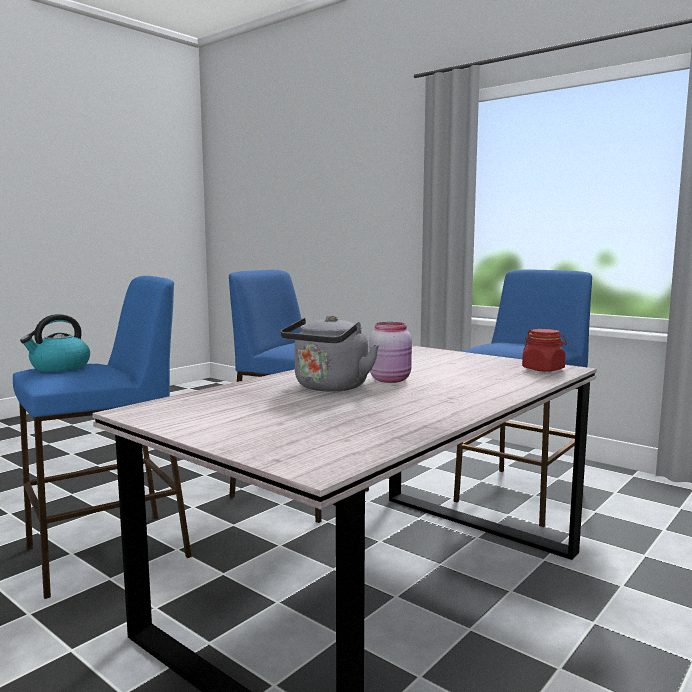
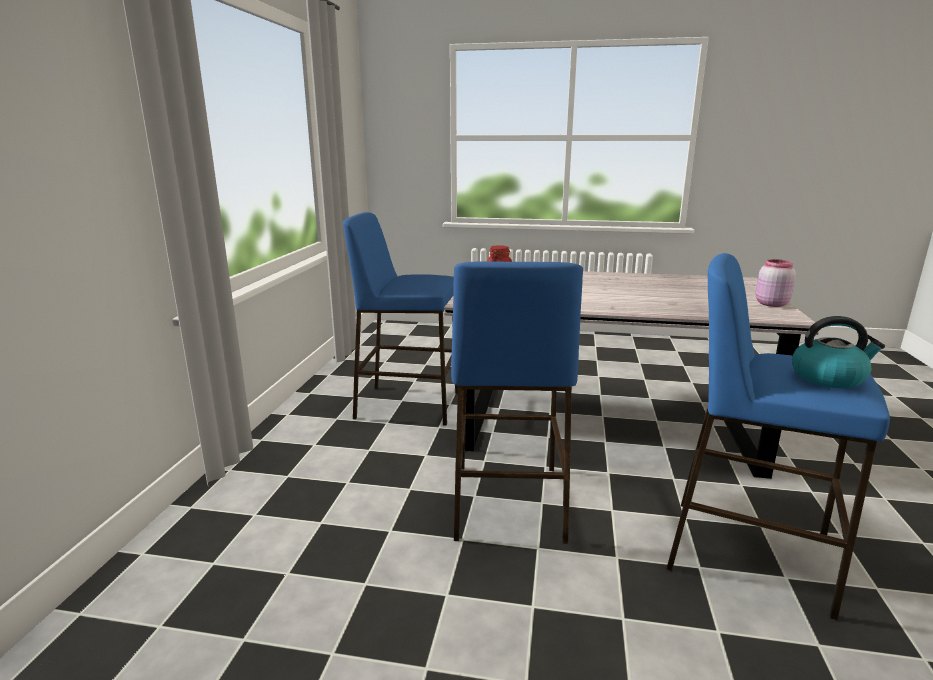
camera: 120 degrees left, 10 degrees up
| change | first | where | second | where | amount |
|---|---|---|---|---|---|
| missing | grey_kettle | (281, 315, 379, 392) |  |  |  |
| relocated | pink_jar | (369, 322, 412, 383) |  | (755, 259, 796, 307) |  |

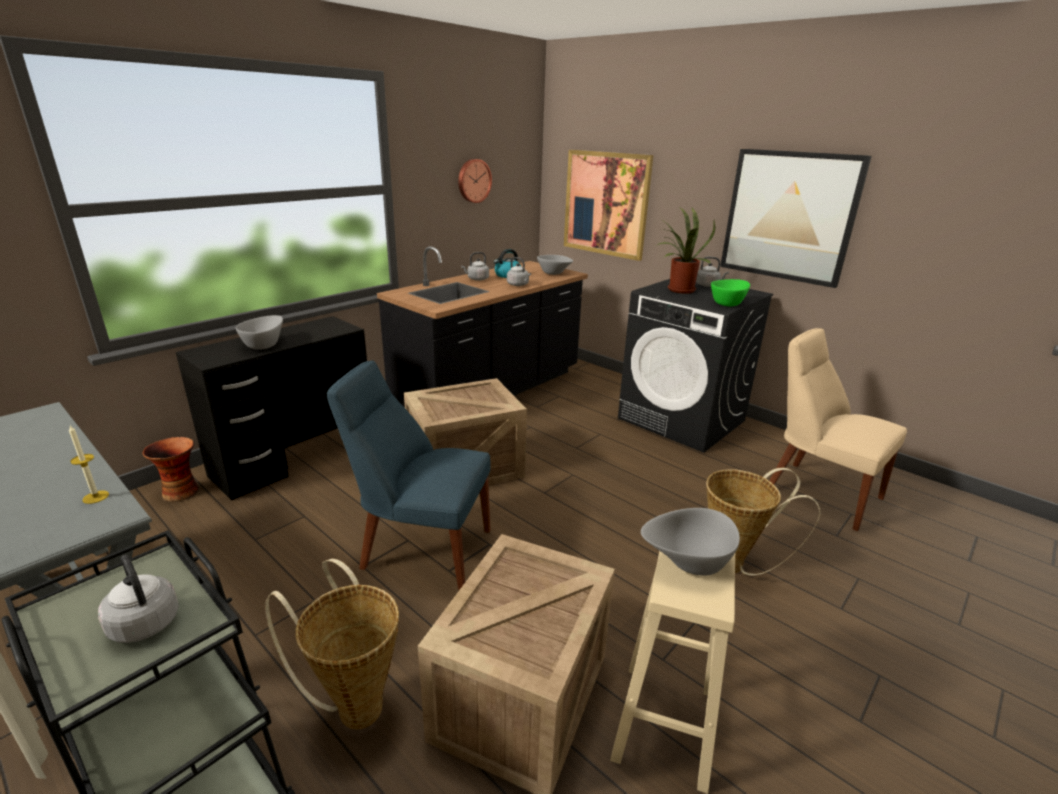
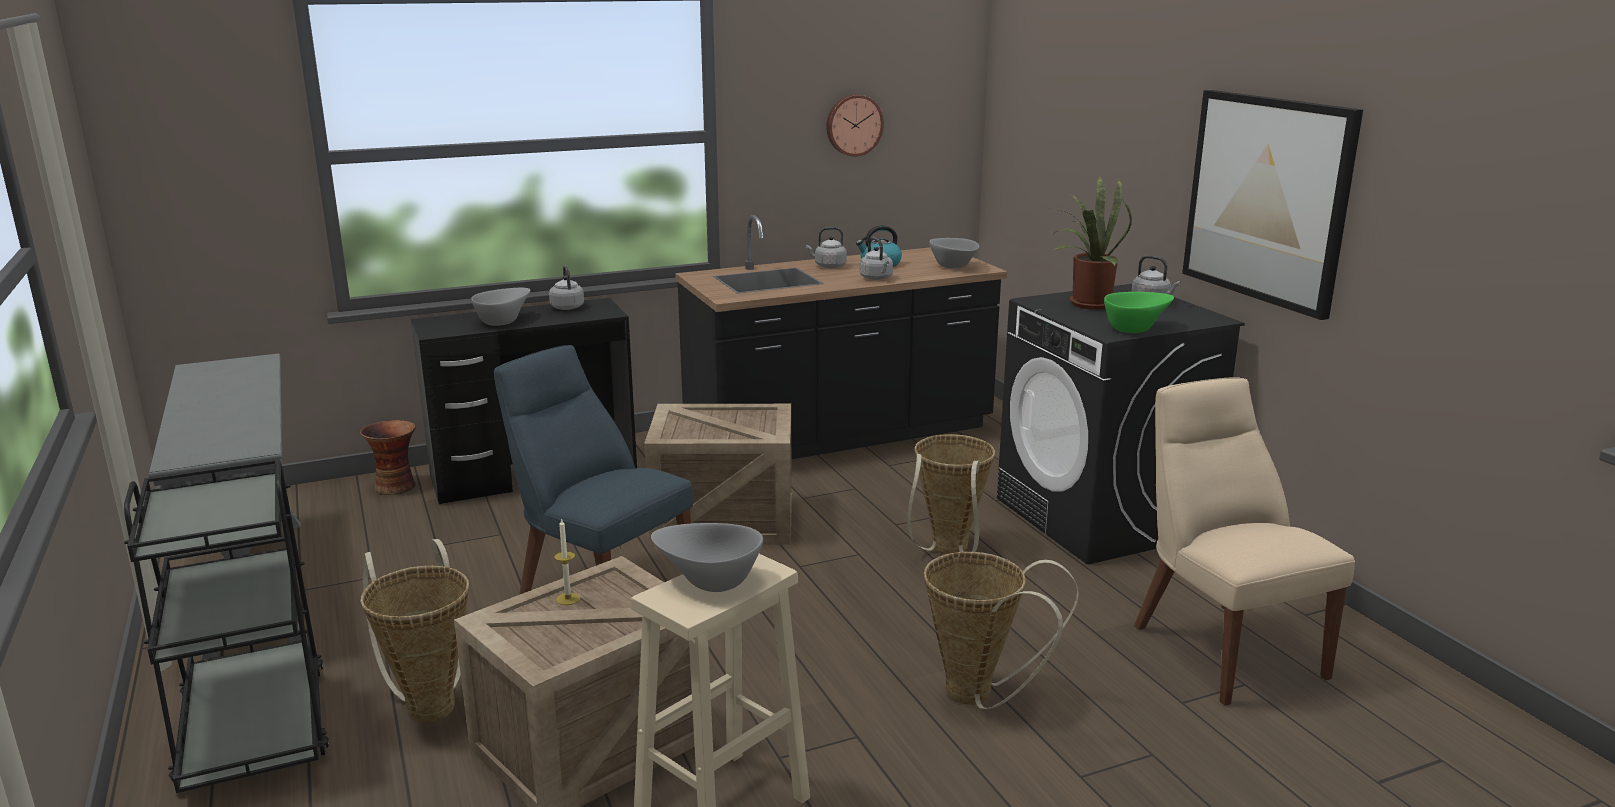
camera: 25 degrees right, 5 degrees down
| change | first | where | second | where | amount |
|---|---|---|---|---|---|
| missing | picture | (564, 150, 653, 261) |  |  |  |
| appeared |  |  | basket | (908, 434, 995, 554) |  |
| relocated | candle | (69, 425, 109, 504) |  | (554, 518, 580, 605) |  |
| relocated | grey_kettle | (98, 555, 179, 643) |  | (549, 266, 584, 310) |  |

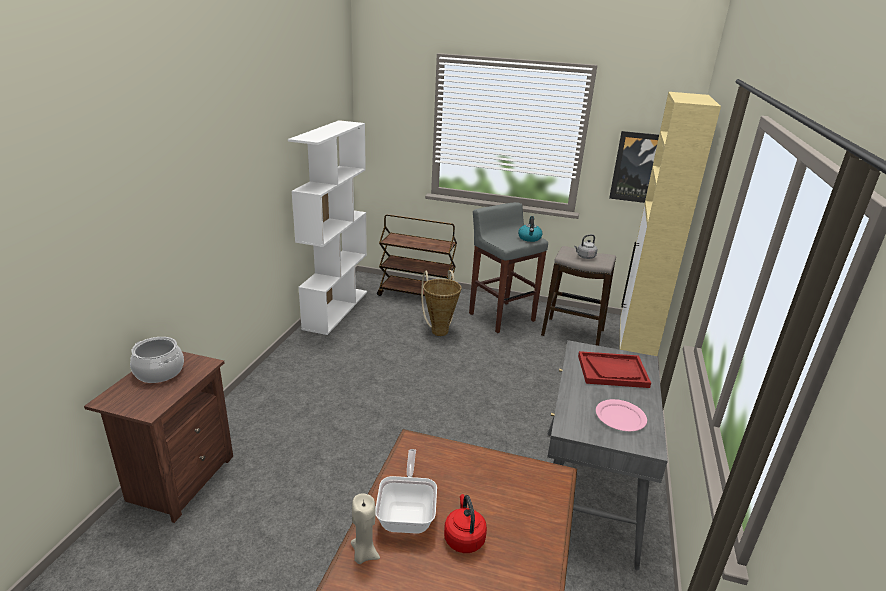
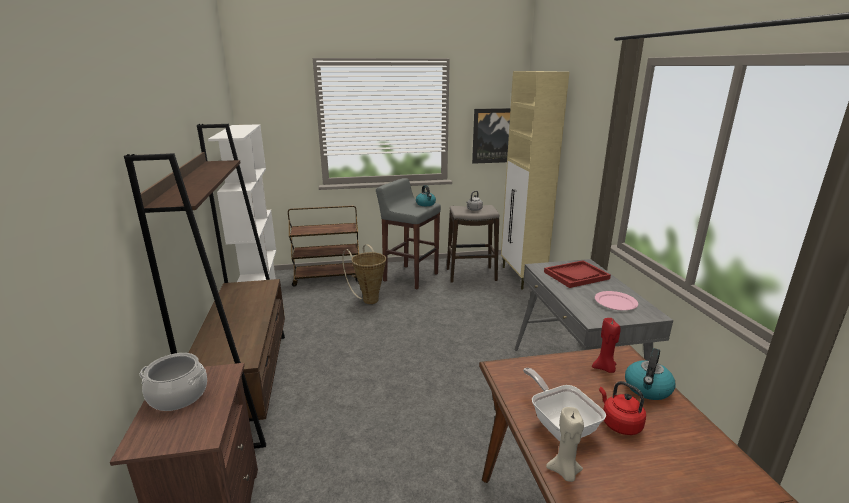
camera: 25 degrees left, 5 degrees down
| change | first | where | second | where | amount |
|---|---|---|---|---|---|
| appeared |  |  | brown_bookcase | (124, 124, 285, 449) |  |
| appeared |  |  | red_candle | (592, 318, 621, 373) |  |
| appeared |  |  | kettle | (625, 348, 676, 400) |  |

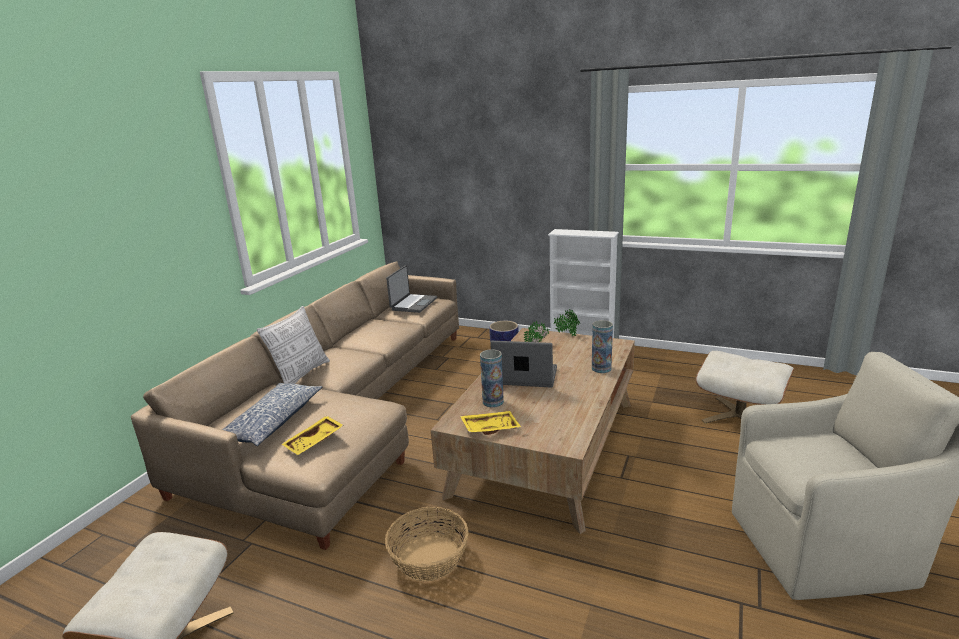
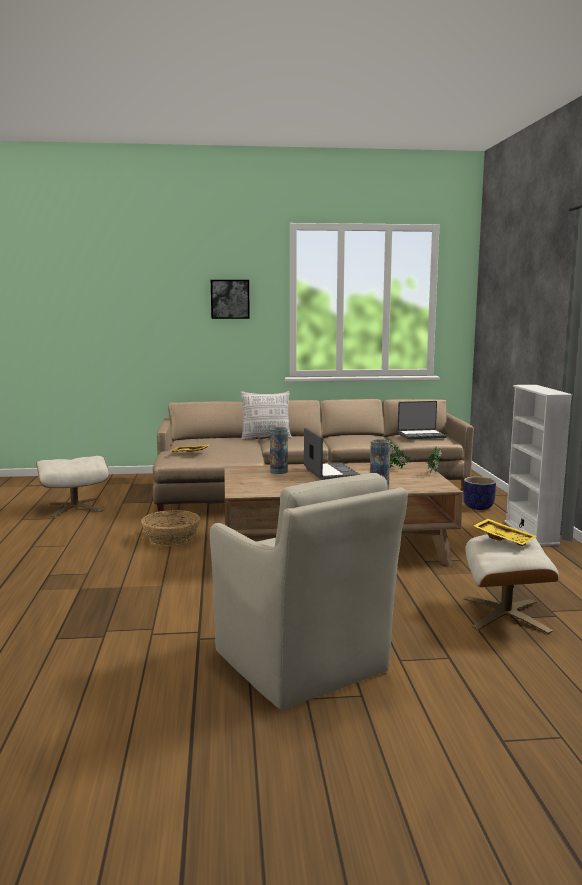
camera: 60 degrees right, 10 degrees down
| change | first | where | second | where | amount |
|---|---|---|---|---|---|
| missing | pillow | (222, 383, 322, 446) |  |  |  |
| appeared |  |  | picture | (211, 280, 250, 319) |  |
| relocated | yellow_tray | (460, 411, 521, 435) |  | (474, 519, 536, 546) |  |

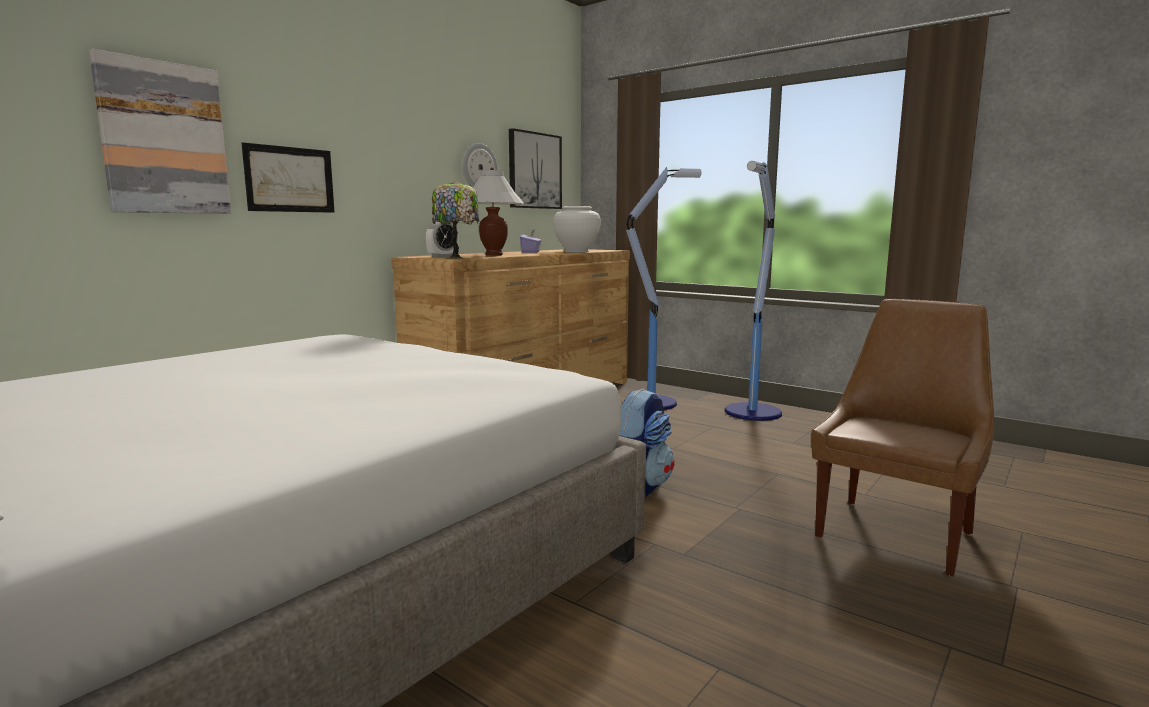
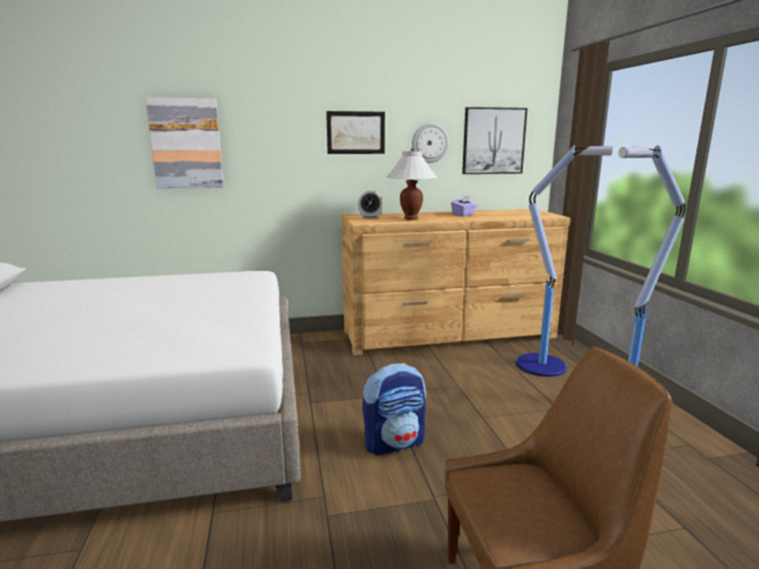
camera: 40 degrees right, 5 degrees up
| change | first | where | second | where | amount |
|---|---|---|---|---|---|
| missing | table_lamp | (432, 182, 479, 259) |  |  |  |
| missing | white_vase | (553, 206, 601, 252) |  |  |  |
| relocated | picture | (242, 142, 334, 213) |  | (326, 111, 385, 154) |  |

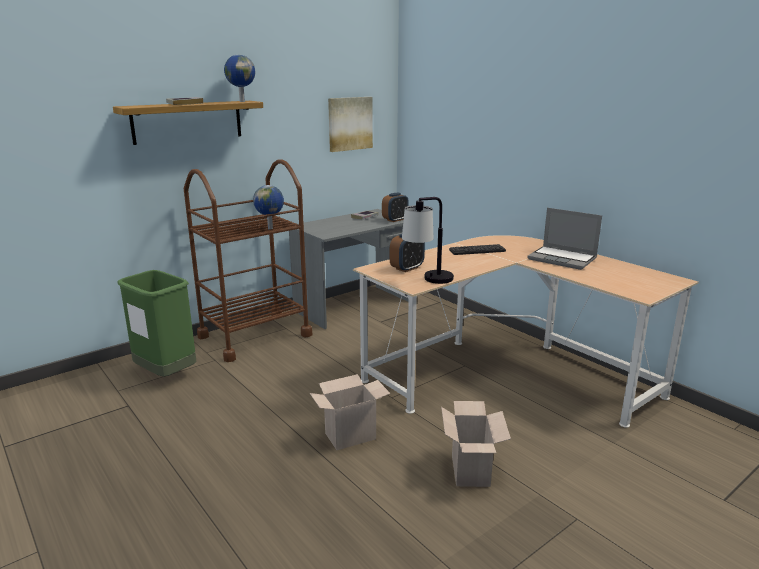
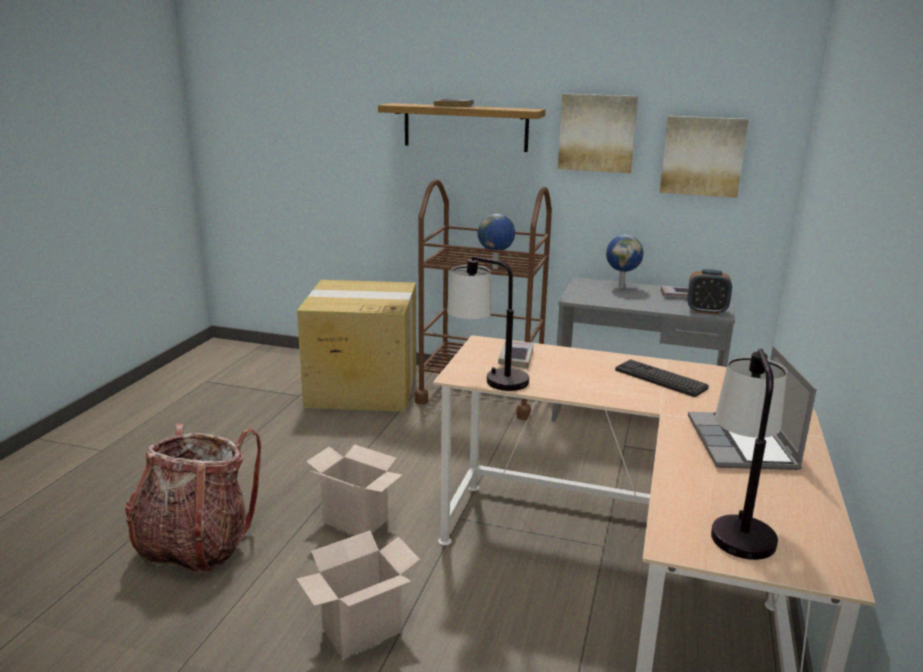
camera: 55 degrees right, 0 degrees up
| change | first | where | second | where | amount |
|---|---|---|---|---|---|
| appeared |  |  | backpack | (125, 423, 262, 574) |  |
| appeared |  |  | picture | (558, 94, 638, 173) |  |
| appeared |  |  | table_lamp | (711, 349, 787, 560) |  |
| relocated | globe | (224, 55, 255, 102) |  | (606, 235, 643, 288) |  |
| exchanged | green_trash_can | (117, 270, 196, 377) | cardboard_box | (297, 280, 416, 412) |  |
| exchanged | alarm_clock | (390, 234, 425, 272) | book | (498, 341, 534, 369) |  |

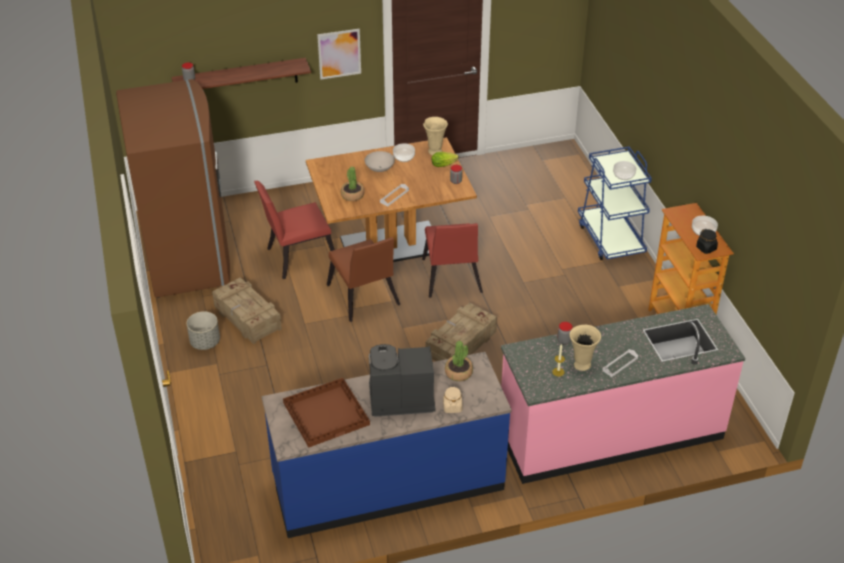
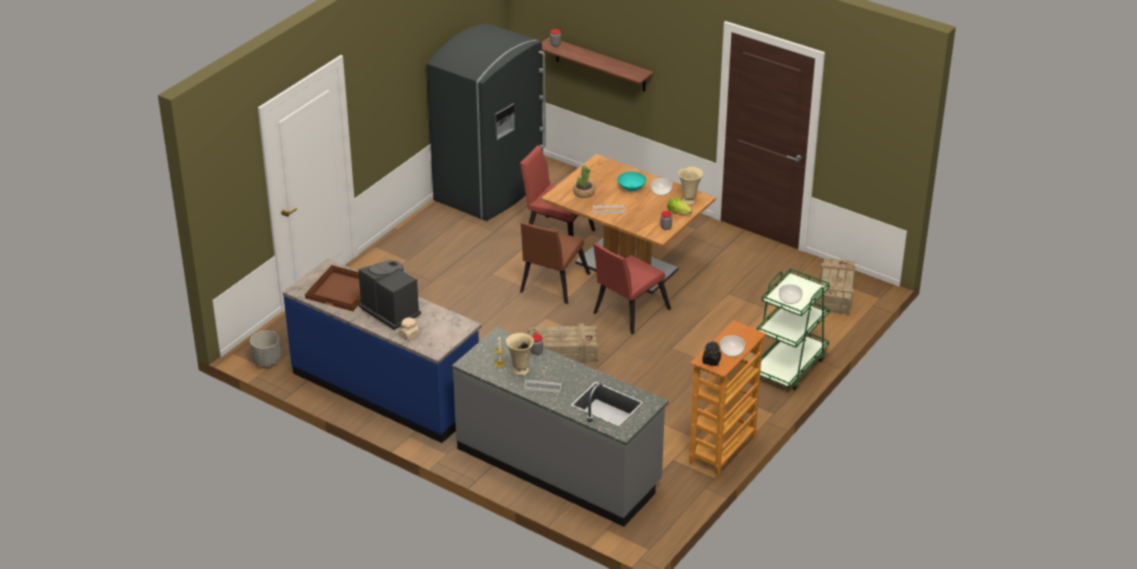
camera: 50 degrees right, 5 degrees down
| change | first | where | second | where | amount |
|---|---|---|---|---|---|
| missing | picture | (317, 29, 361, 80) |  |  |  |
| missing | potted_plant | (445, 341, 473, 381) |  |  |  |
| relocated | grey_planter | (187, 311, 220, 350) |  | (250, 330, 281, 366) |  |
| relocated | crate | (212, 277, 282, 344) |  | (817, 258, 856, 316) |  |
| colour | brown_fridge | (116, 79, 230, 298) | grey_fridge | (427, 23, 546, 221) |  |
| colour | white_bowl | (365, 151, 395, 172) | turquoise_bowl | (617, 172, 646, 191) |  |
| colour | pink_counter | (501, 304, 745, 484) | grey_counter | (452, 327, 669, 527) |  |
| colour | blue_cart | (578, 146, 652, 260) | green_cart | (754, 268, 830, 390) |  |

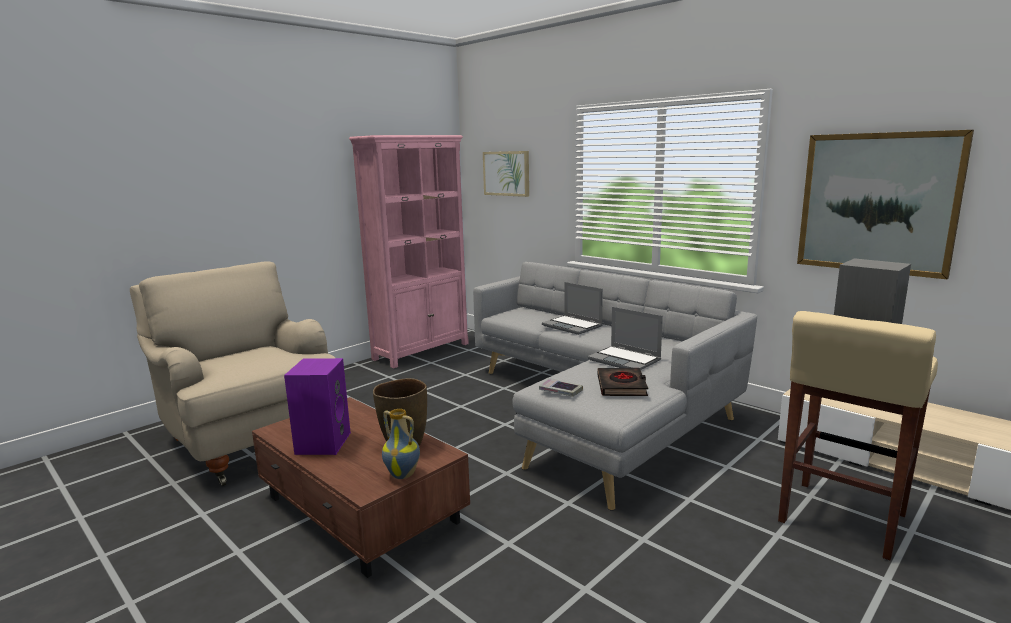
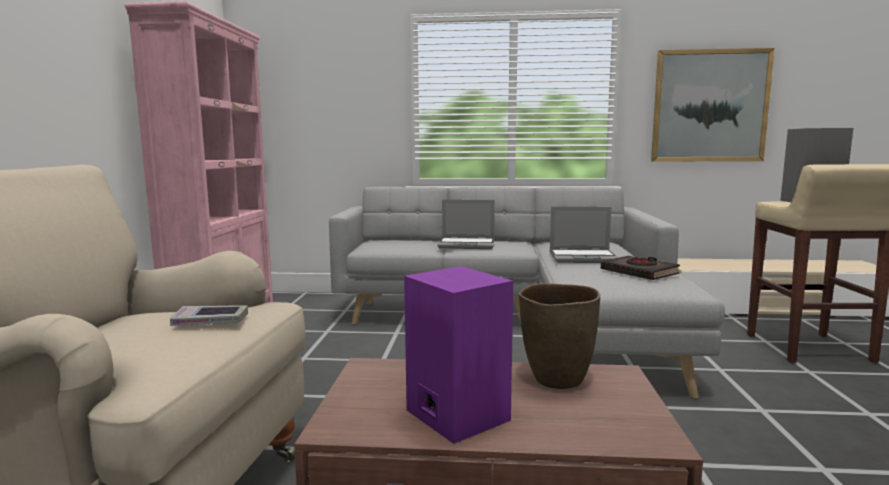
camera: 40 degrees left, 5 degrees down
| change | first | where | second | where | amount |
|---|---|---|---|---|---|
| missing | vase | (382, 409, 420, 479) |  |  |  |
| missing | picture | (483, 151, 529, 197) |  |  |  |
| relocated | book | (539, 378, 583, 397) |  | (170, 305, 248, 326) |  |

